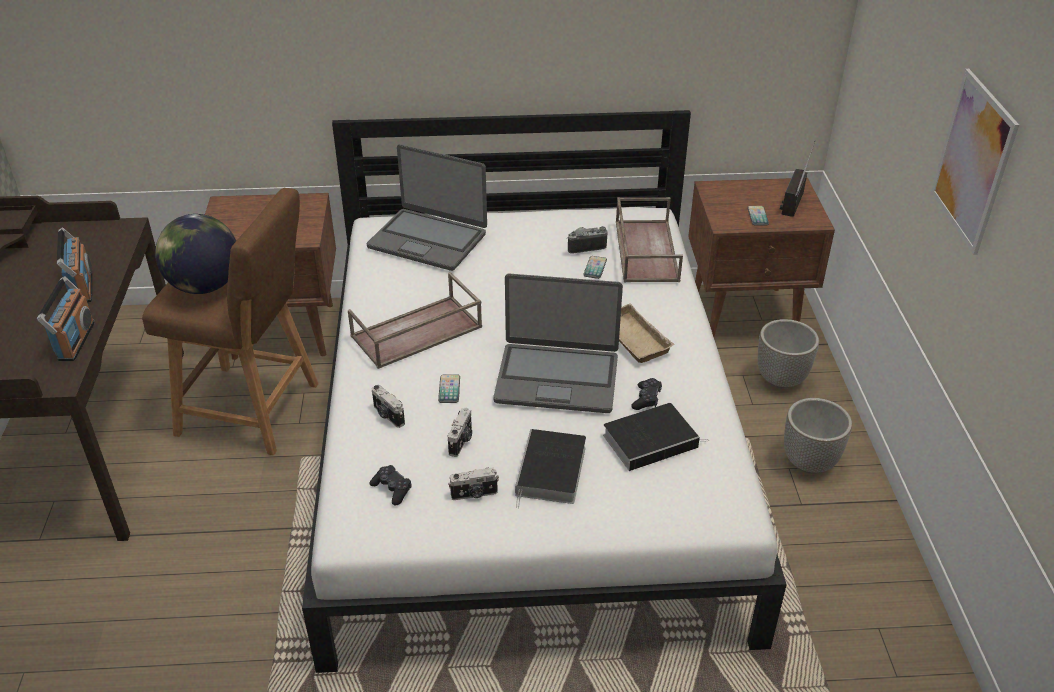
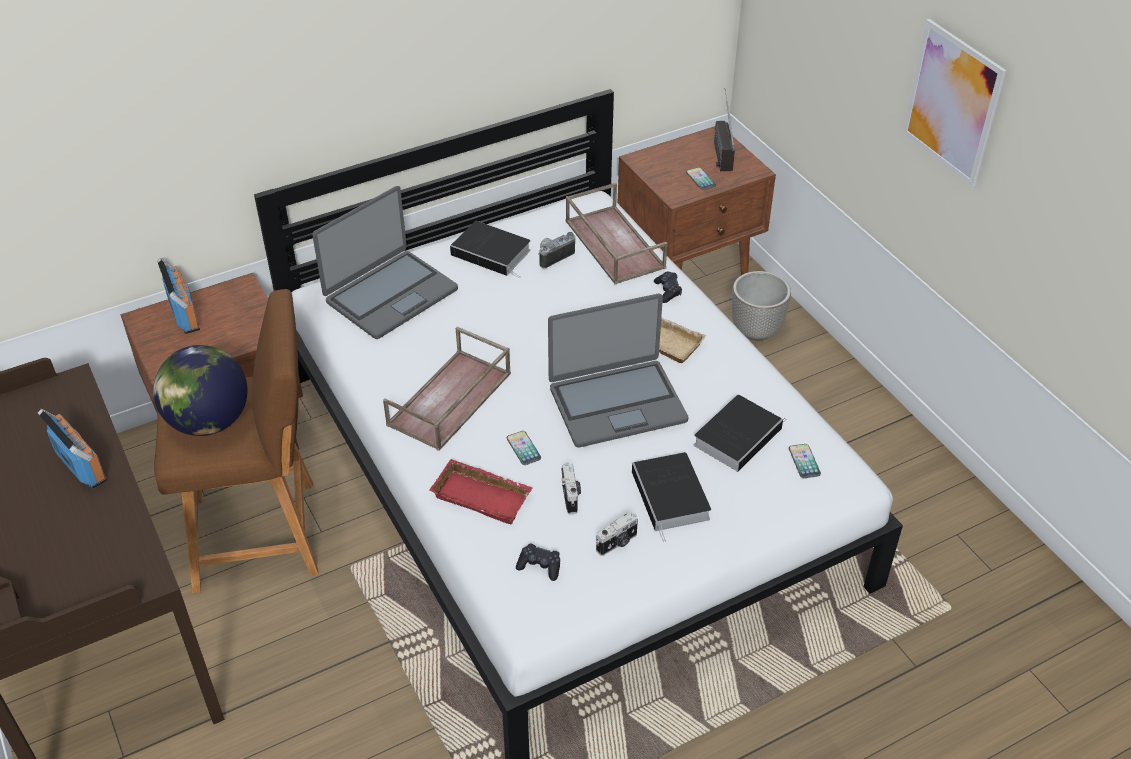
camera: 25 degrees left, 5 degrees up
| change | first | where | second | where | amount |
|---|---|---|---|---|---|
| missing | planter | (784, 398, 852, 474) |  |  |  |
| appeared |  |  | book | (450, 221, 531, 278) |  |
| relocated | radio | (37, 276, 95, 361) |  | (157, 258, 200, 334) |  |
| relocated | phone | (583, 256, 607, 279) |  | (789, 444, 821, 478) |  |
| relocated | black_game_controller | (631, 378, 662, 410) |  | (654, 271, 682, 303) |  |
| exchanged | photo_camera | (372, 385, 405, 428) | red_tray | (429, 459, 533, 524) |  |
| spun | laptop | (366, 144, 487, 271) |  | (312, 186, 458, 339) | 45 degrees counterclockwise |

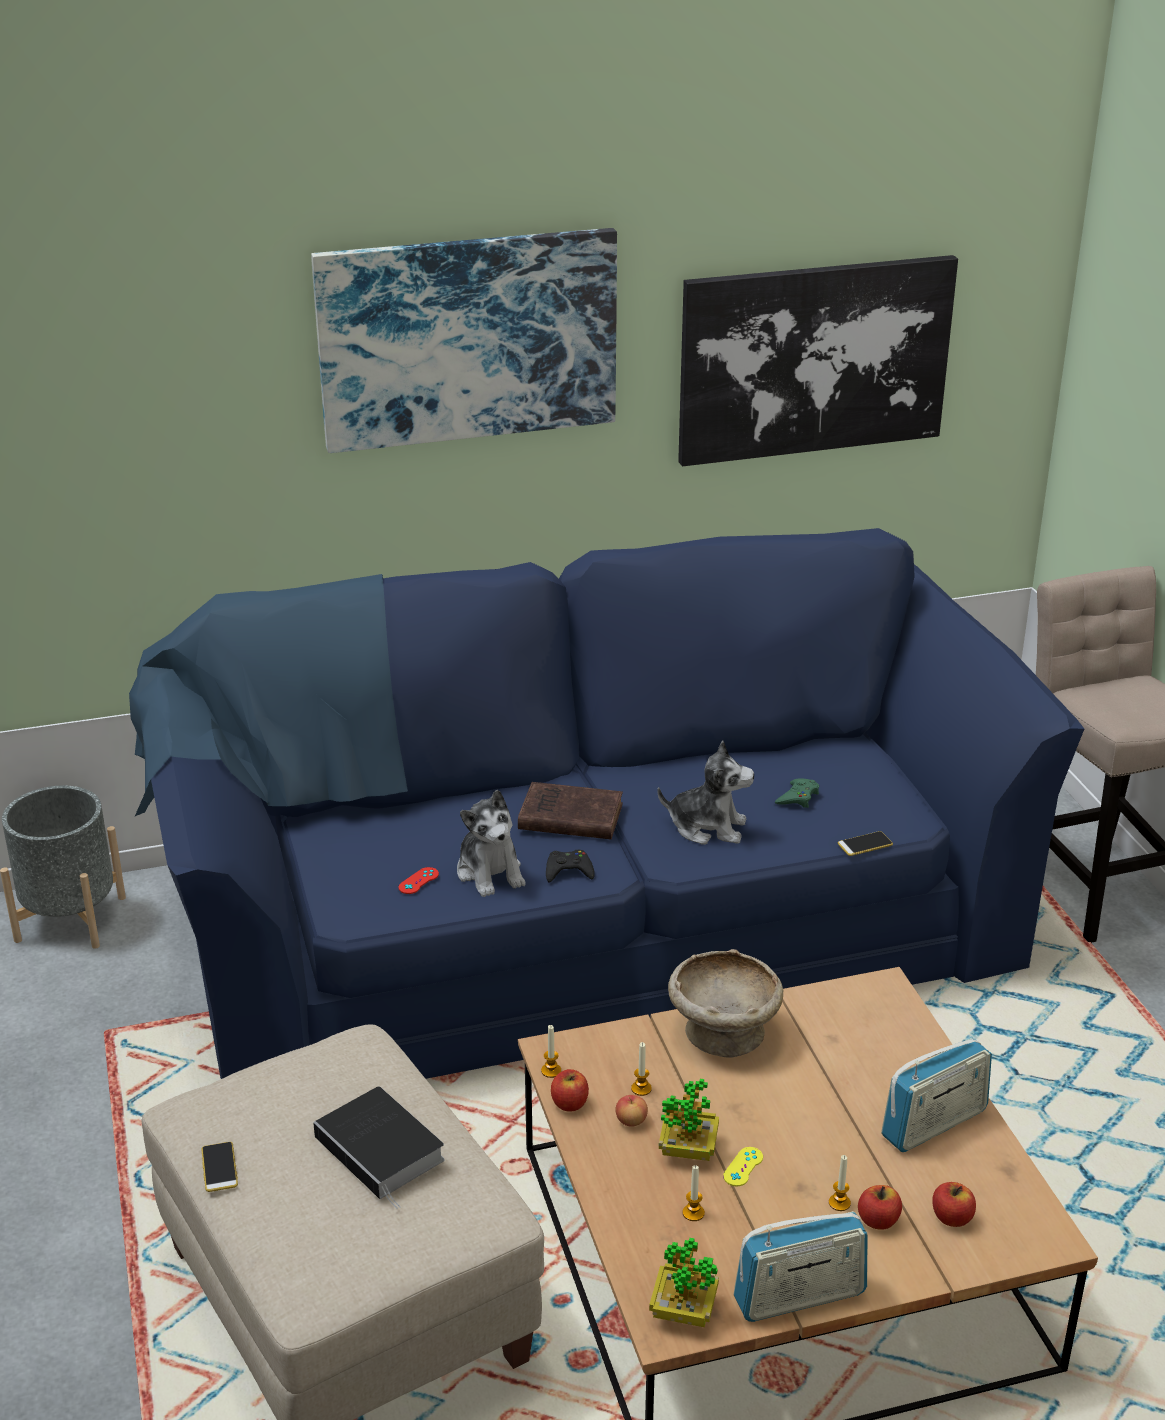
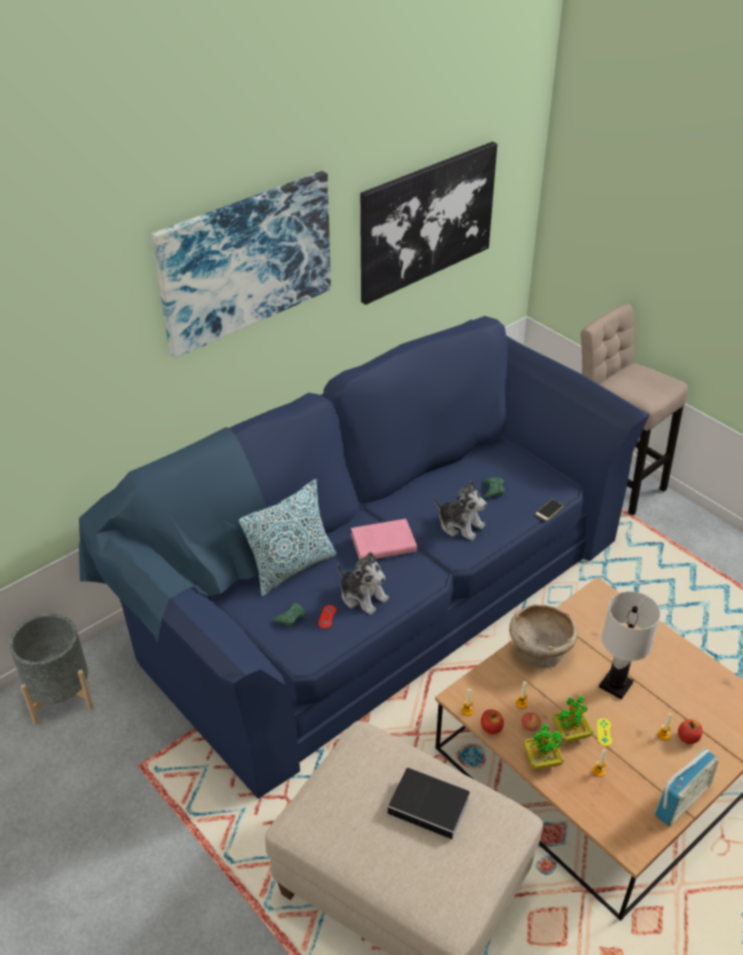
camera: 25 degrees left, 10 degrees up
| change | first | where | second | where | amount |
|---|---|---|---|---|---|
| missing | phone | (201, 1142, 238, 1192) |  |  |  |
| missing | black_game_controller | (546, 850, 595, 883) |  |  |  |
| missing | radio | (881, 1038, 992, 1152) |  |  |  |
| missing | apple | (932, 1182, 976, 1227) |  |  |  |
| appeared |  |  | pillow | (239, 479, 337, 596) |  |
| appeared |  |  | green_game_controller | (273, 603, 306, 628) |  |
| appeared |  |  | white_table_lamp | (599, 591, 661, 700) |  |
| relocated | potted_plant | (649, 1238, 719, 1327) |  | (524, 724, 564, 770) |  |
| colour | brown_book | (518, 782, 623, 840) | pink_book | (351, 519, 417, 559) |  |
| spun | plush_toy | (657, 741, 754, 845) |  | (434, 481, 487, 541) | 45 degrees clockwise |

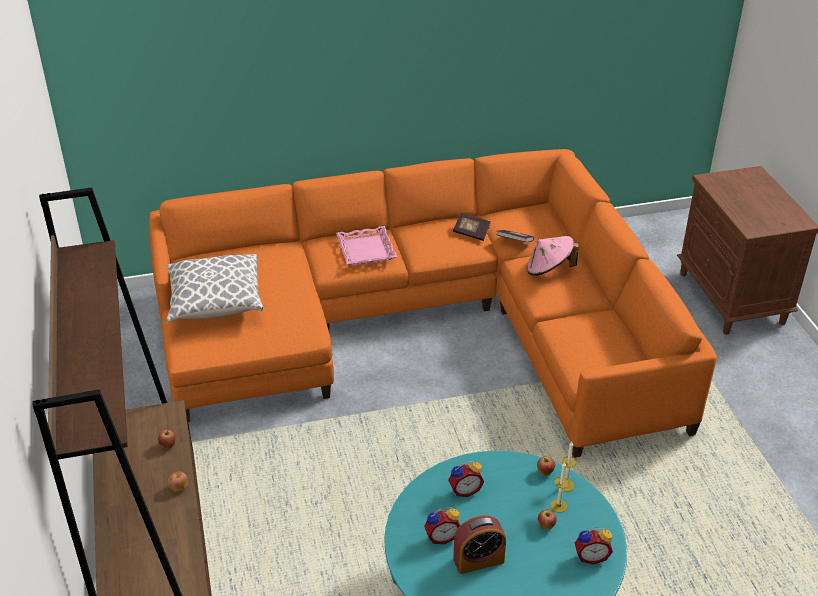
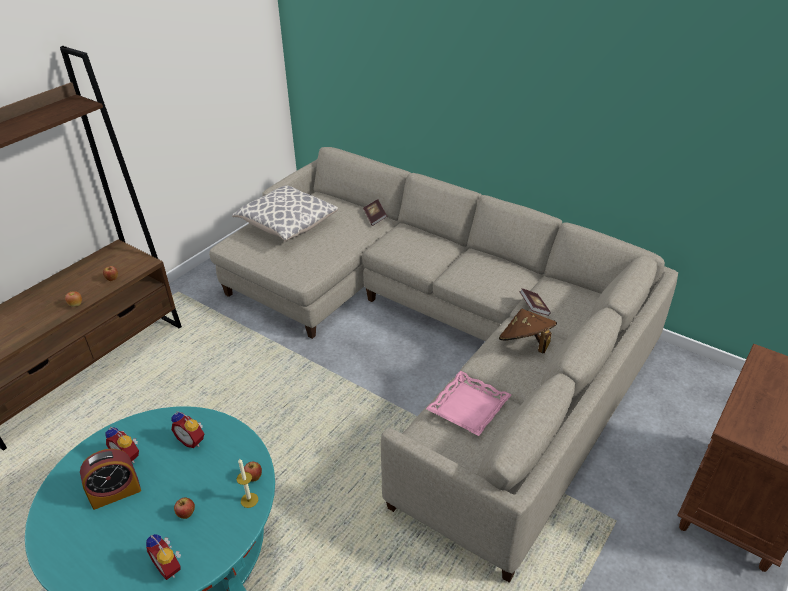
camera: 50 degrees right, 0 degrees up
| change | first | where | second | where | amount |
|---|---|---|---|---|---|
| missing | candle | (550, 462, 569, 513) |  |  |  |
| relocated | pink_tray | (336, 226, 397, 266) |  | (426, 371, 512, 436) |  |
| relocated | book | (453, 213, 491, 241) |  | (363, 200, 387, 226) |  |
| colour | orange_sofa | (149, 149, 717, 458) | beige_sofa | (209, 147, 678, 583) |  |
| colour | pink_hat | (527, 236, 579, 276) | brown_hat | (499, 309, 557, 354) |  |
| spun | alarm_clock | (453, 515, 506, 574) |  | (80, 449, 141, 510) | 60 degrees counterclockwise |

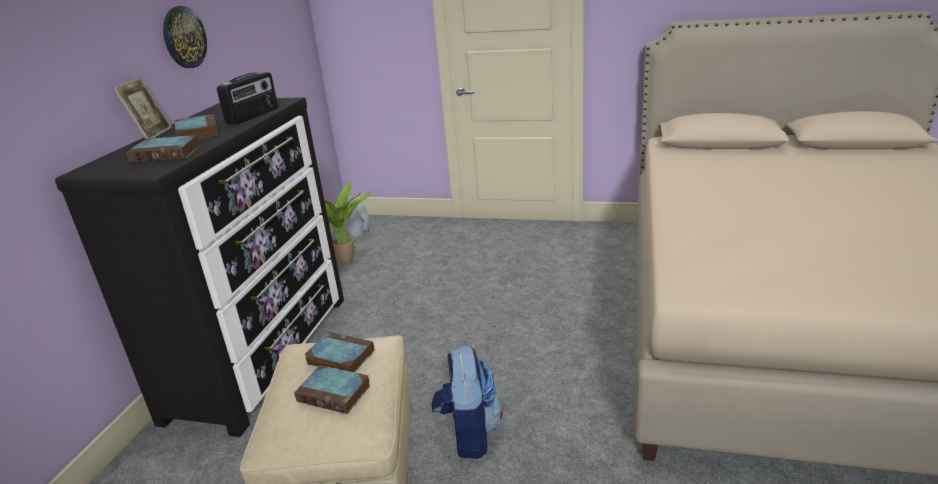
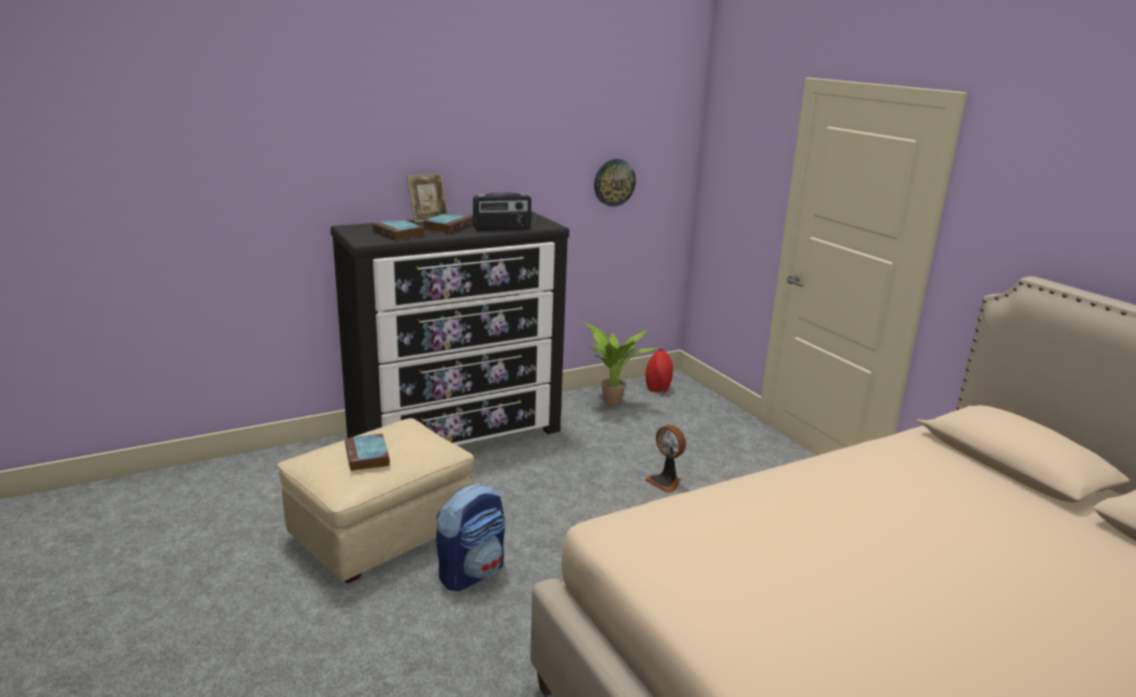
camera: 45 degrees right, 5 degrees down
| change | first | where | second | where | amount |
|---|---|---|---|---|---|
| missing | book | (304, 332, 374, 372) |  |  |  |
| appeared |  |  | fan | (645, 424, 686, 493) |  |
| relocated | wall_clock | (163, 6, 207, 68) |  | (594, 159, 636, 207) |  |
| colour | grey_vase | (344, 197, 369, 237) | red_vase | (646, 349, 673, 393) |  |

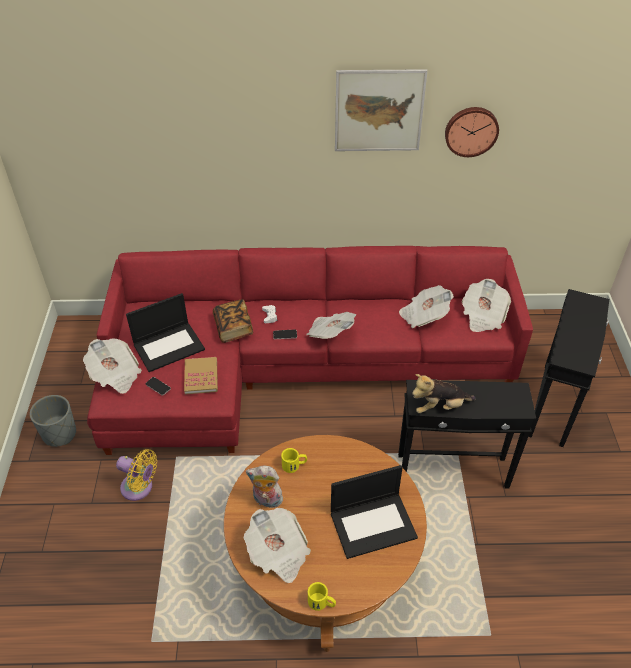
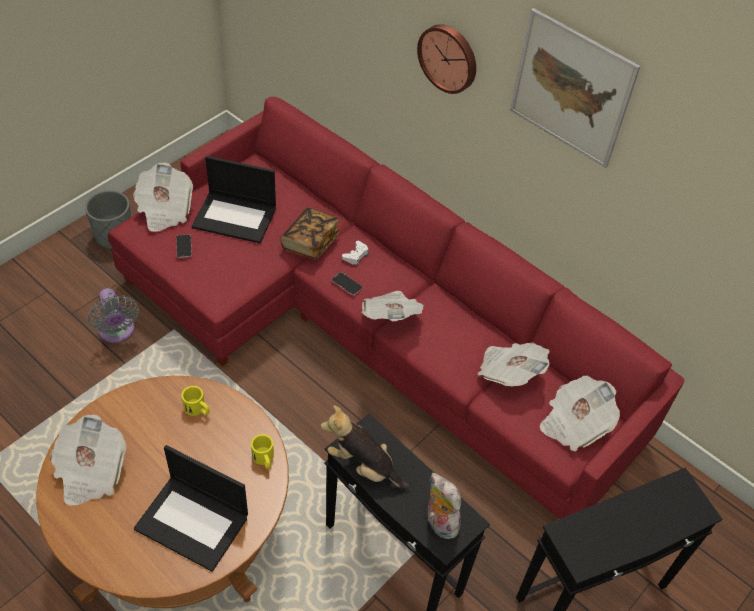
camera: 40 degrees right, 5 degrees up
| change | first | where | second | where | amount |
|---|---|---|---|---|---|
| missing | book | (184, 357, 218, 395) |  |  |  |
| relocated | plush_toy | (246, 466, 283, 508) |  | (427, 473, 462, 539) |  |
| relocated | yellow_mug | (308, 582, 336, 611) |  | (251, 434, 274, 469) |  |
| relocated | wall_clock | (445, 107, 499, 157) |  | (417, 24, 476, 94) |  |
| colour | yellow_fan | (116, 449, 157, 501) | grey_fan | (88, 288, 139, 343) |  |

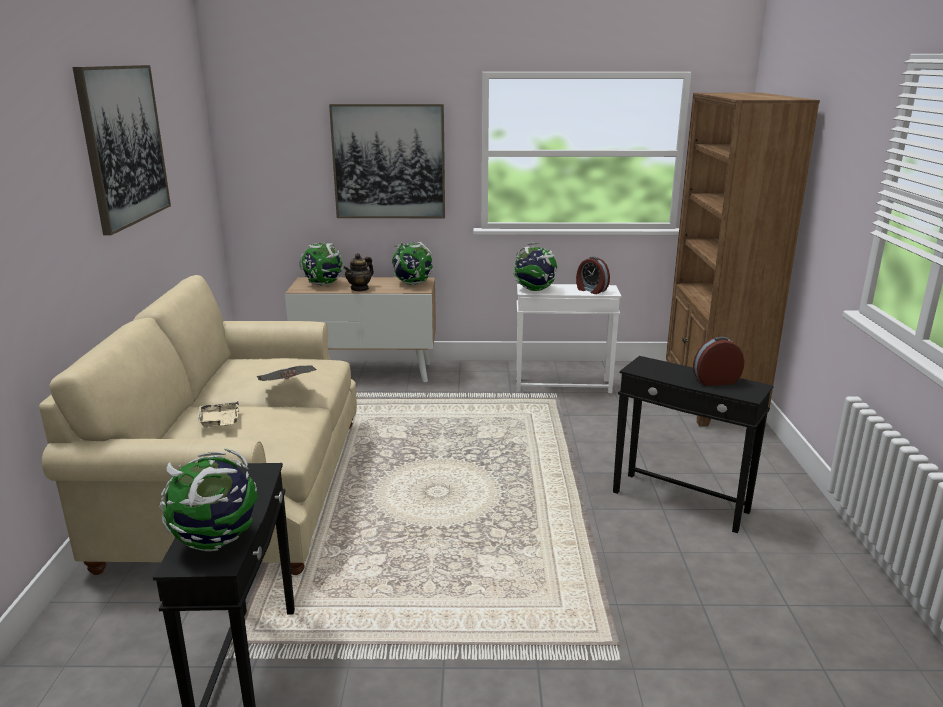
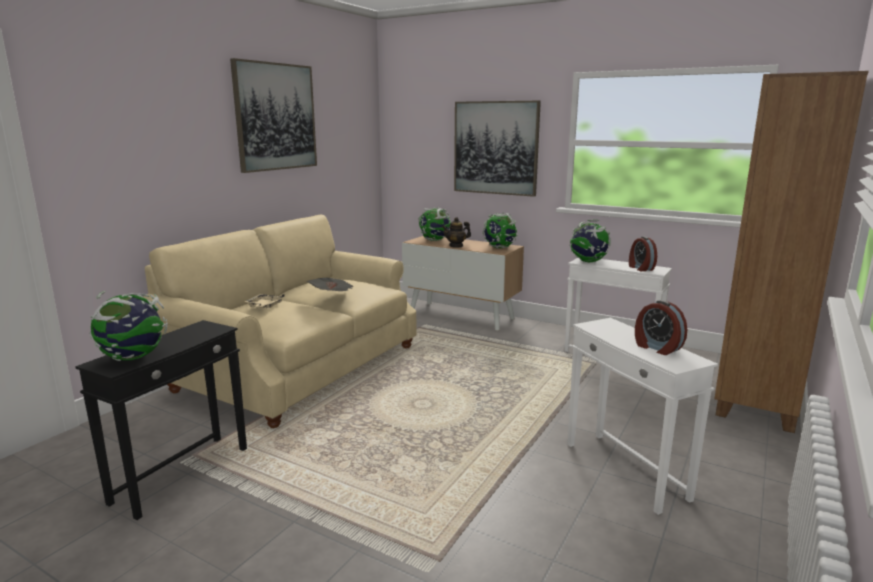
camera: 30 degrees right, 5 degrees down
| change | first | where | second | where | amount |
|---|---|---|---|---|---|
| colour | black_side_table | (613, 356, 774, 533) | white_side_table | (567, 318, 718, 515) |  |
| spun | alarm_clock | (693, 336, 744, 386) |  | (635, 300, 687, 355) | 150 degrees counterclockwise |

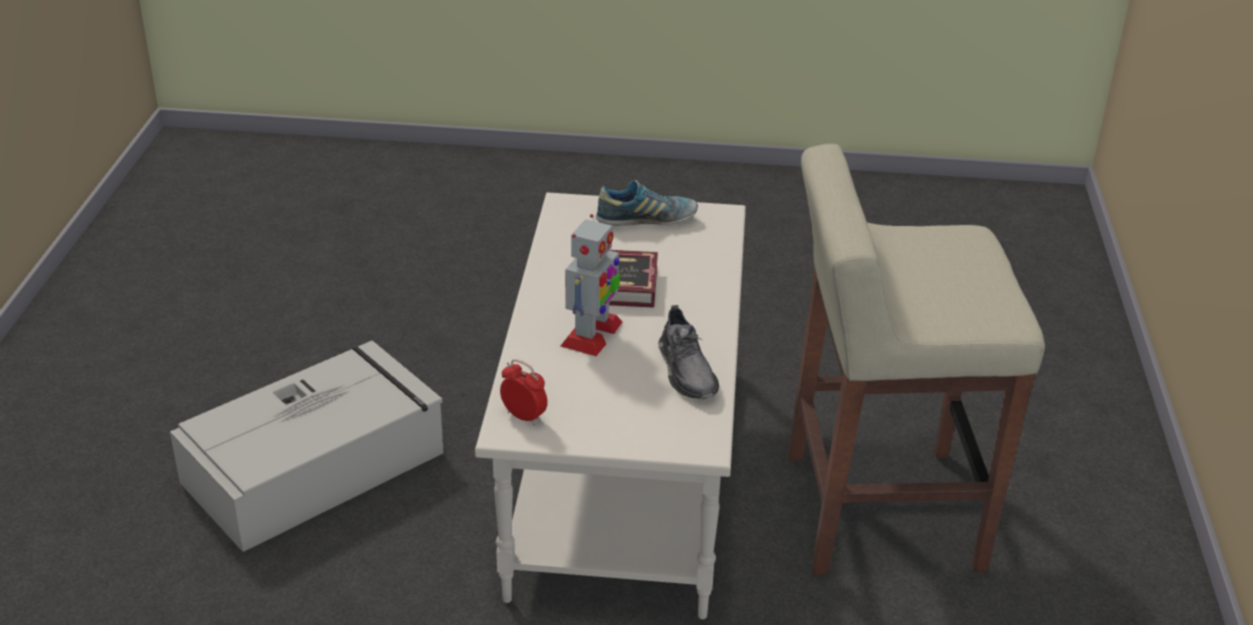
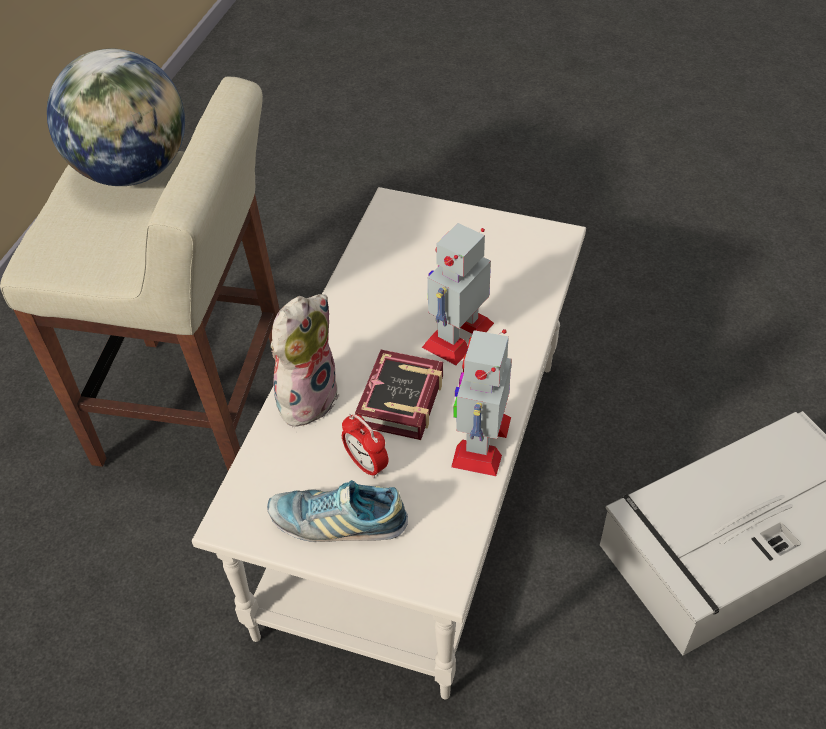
camera: 165 degrees left, 15 degrees up
| change | first | where | second | where | amount |
|---|---|---|---|---|---|
| missing | grey_shoe | (658, 305, 719, 399) |  |  |  |
| appeared |  |  | globe | (47, 48, 185, 186) |  |
| appeared |  |  | plush_toy | (270, 294, 339, 429) |  |
| appeared |  |  | toy_robot | (451, 329, 512, 476) |  |
| relocated | alarm_clock | (500, 359, 548, 425) |  | (342, 414, 388, 478) |  |

